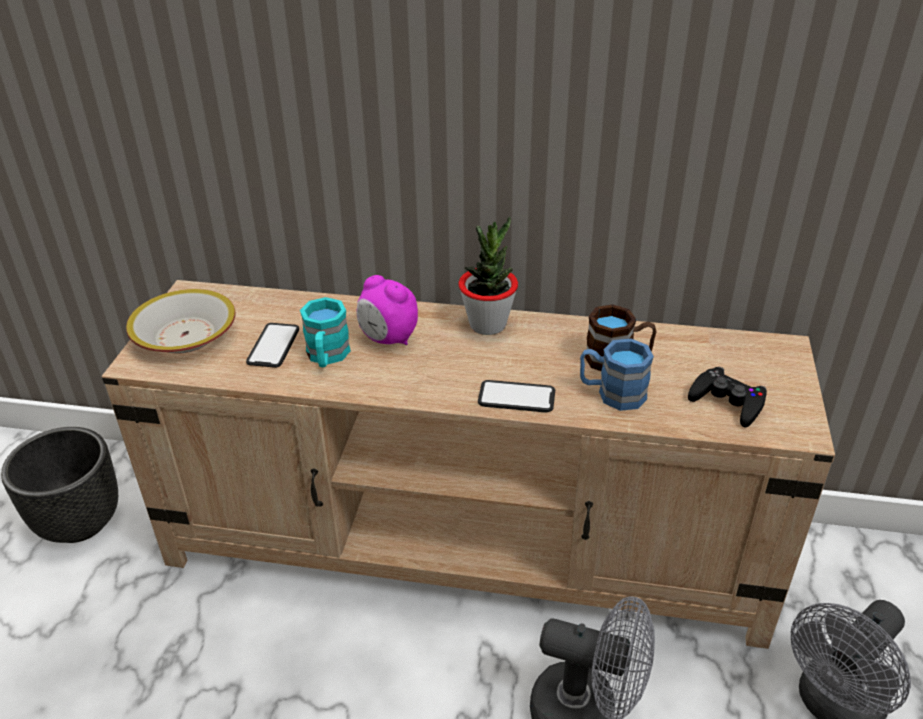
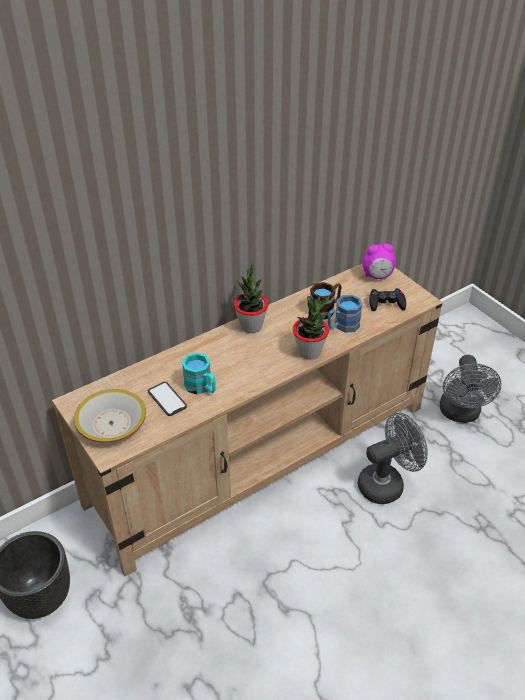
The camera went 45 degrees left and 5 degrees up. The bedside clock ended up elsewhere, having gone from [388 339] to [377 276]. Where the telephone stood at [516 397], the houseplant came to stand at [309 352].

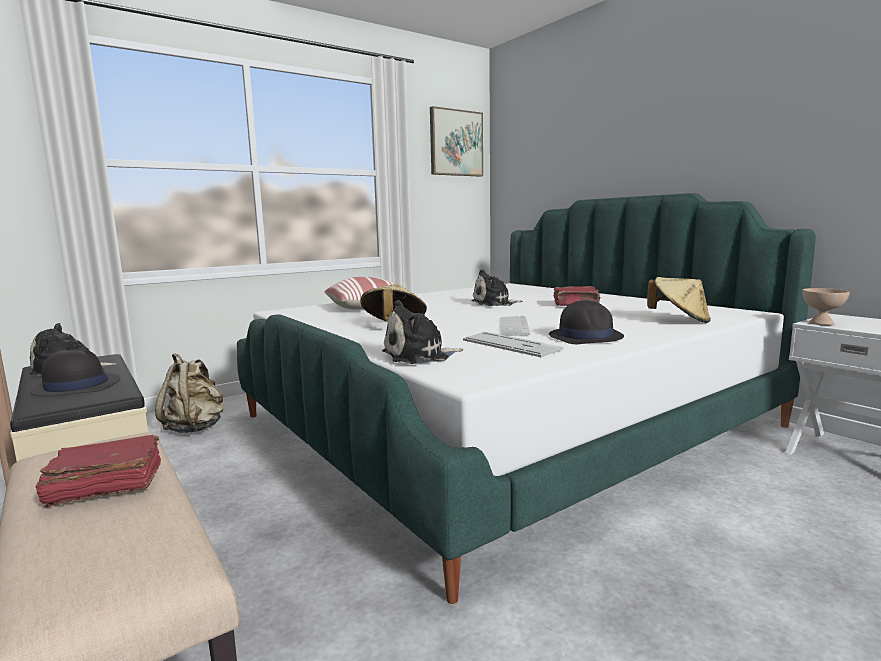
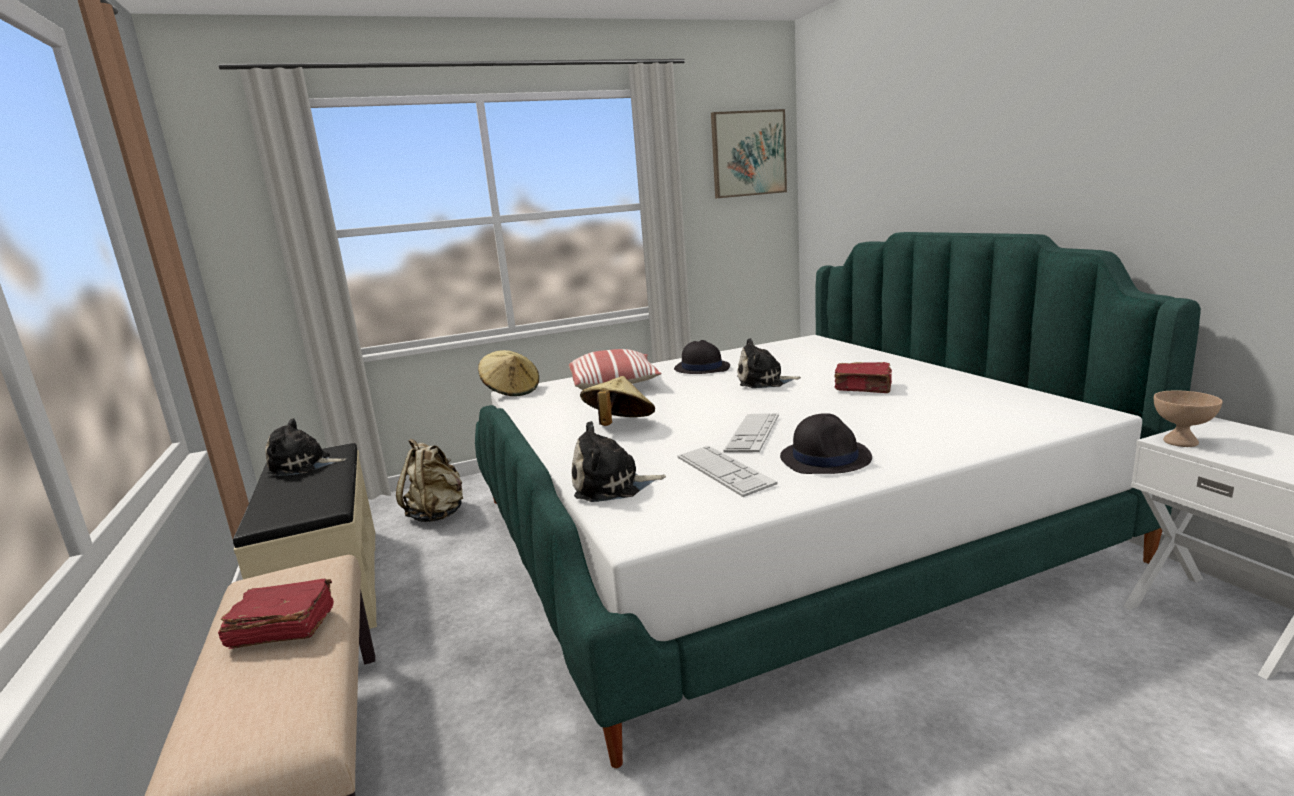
The camera went 15 degrees right and 5 degrees up. The blackish hat ended up elsewhere, having gone from [76 386] to [701 368]. The beige hat ended up elsewhere, having gone from [679 320] to [511 391].

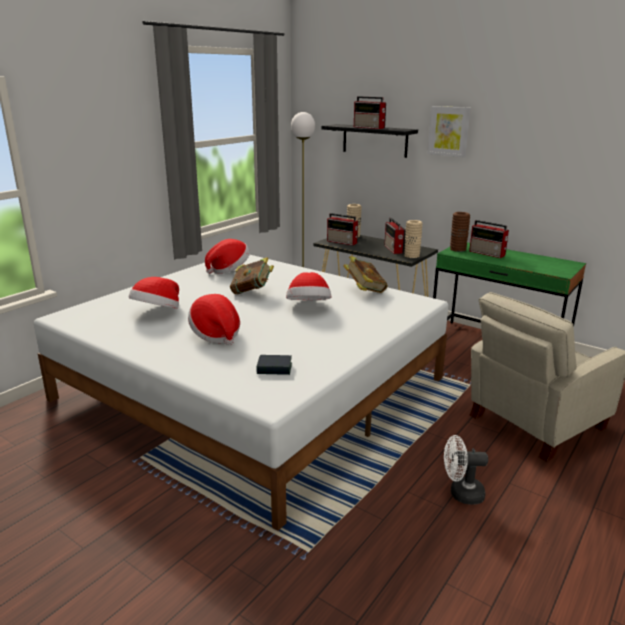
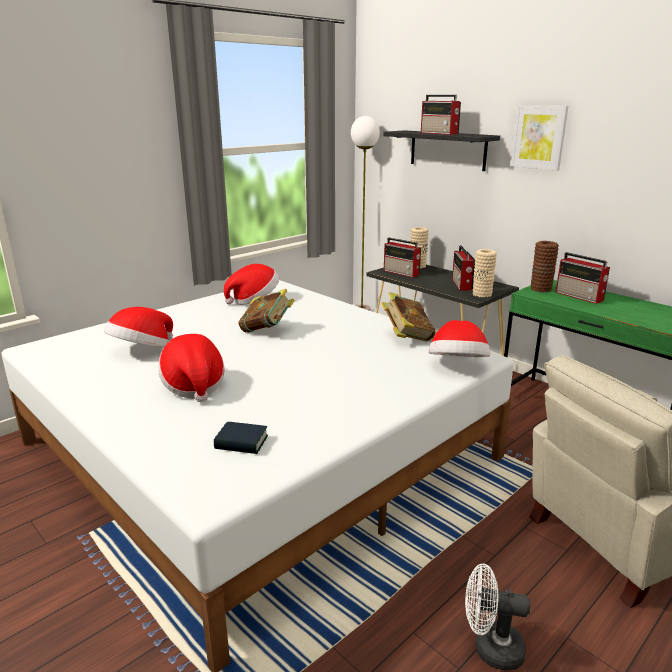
The camera went 10 degrees right and 0 degrees up. The hat ended up elsewhere, having gone from [308 307] to [457 366].

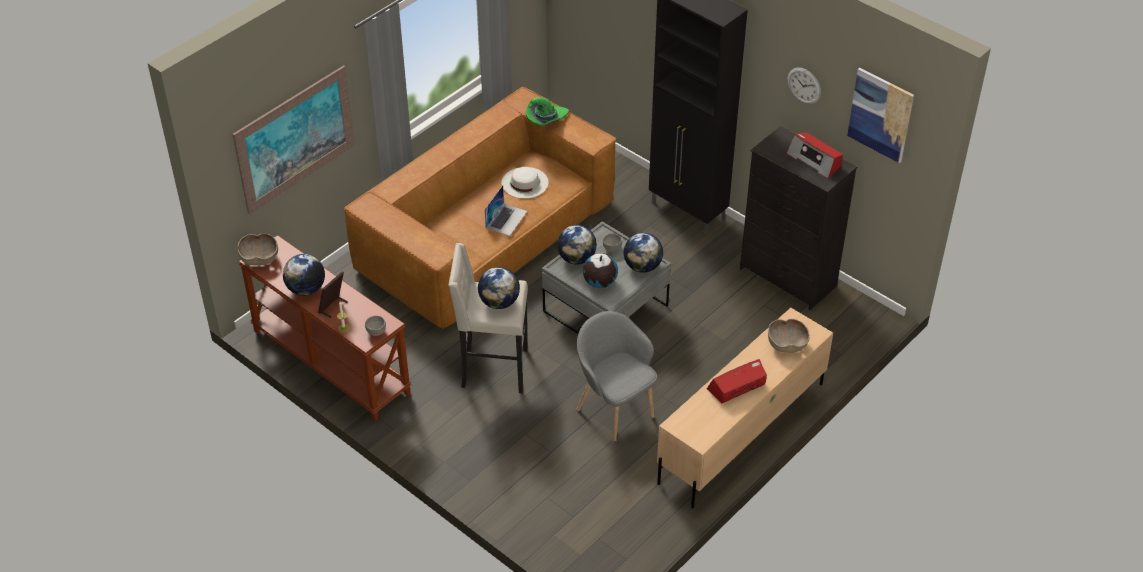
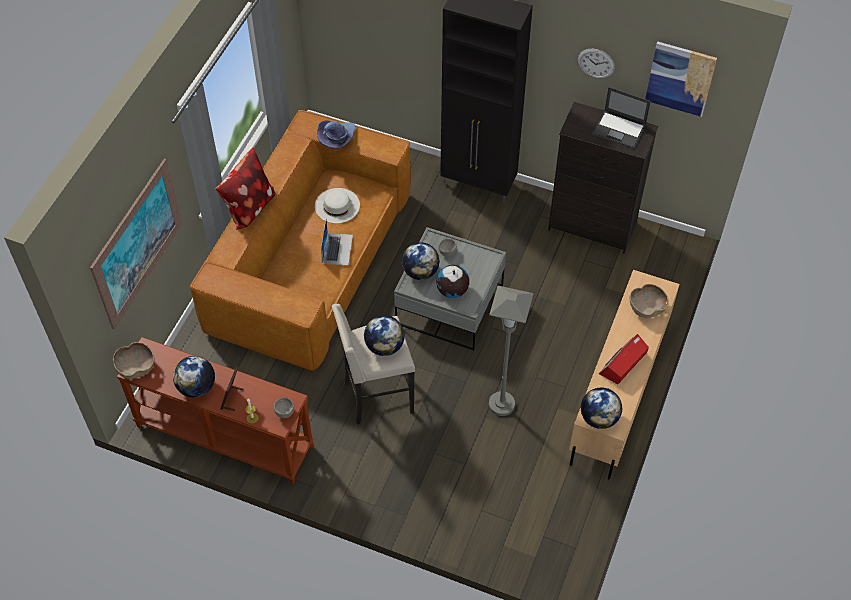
The camera went 20 degrees left and 10 degrees up. The second view gained the pillow at [249 207]. The desk globe ended up elsewhere, having gone from [642 266] to [599 418]. Where the greyish lounge chair stood at [614 410], the greyish standing lamp came to stand at [501 404]. Where the radio receiver stood at [814 160], the portable computer came to stand at [619 130]. What was the green-coloured hat at [546 118] turned into the purplish hat at [337 138].

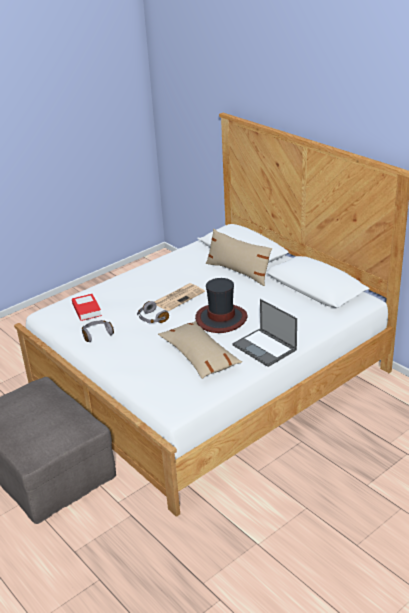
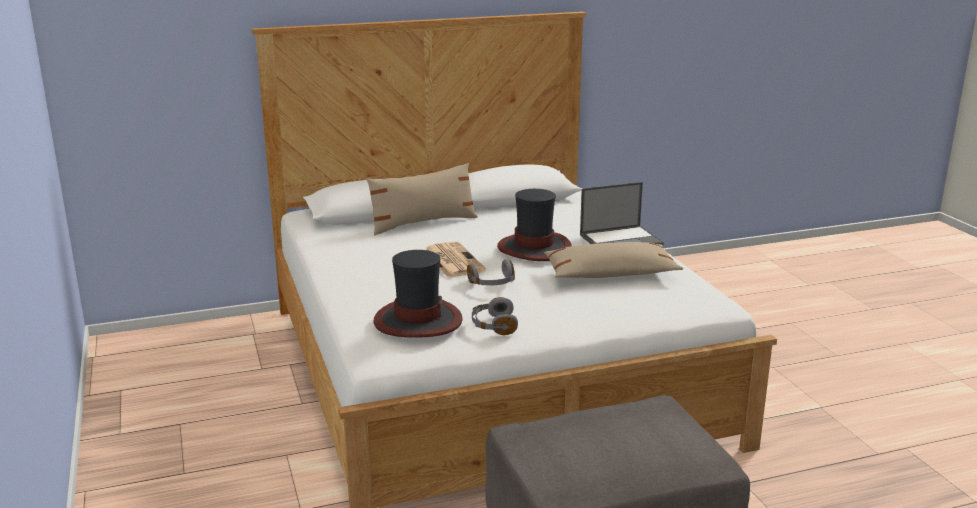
The camera went 70 degrees left and 10 degrees down. Where the bound book stood at [86 310], the hat came to stand at [417 320].

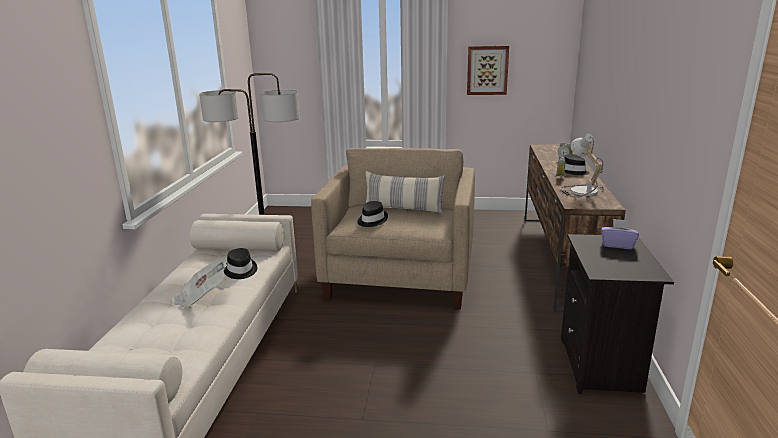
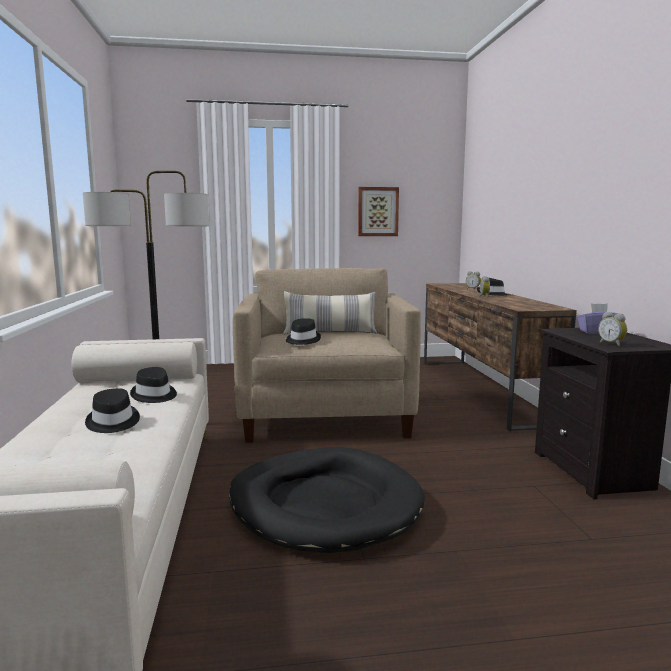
The camera went 15 degrees left and 10 degrees down. The second view lost the table lamp at [580 191]. The second view gained the blackish dog cushion at [324 504]. The second view gained the bedside clock at [612 344]. Where the daily paper stood at [201 298], the blackish hat came to stand at [112 422].

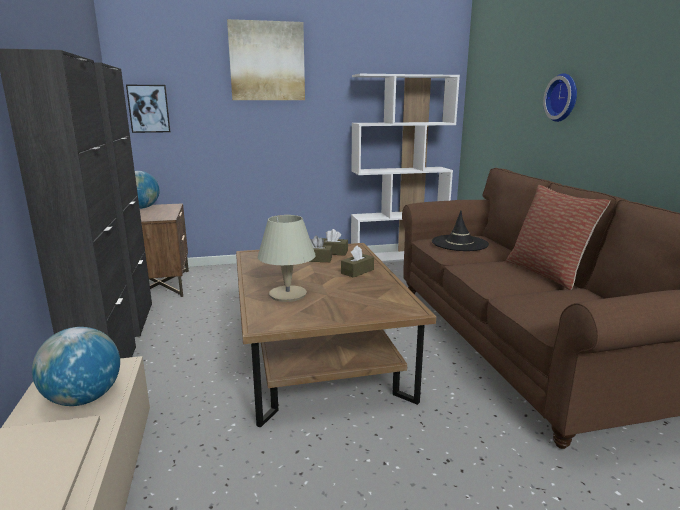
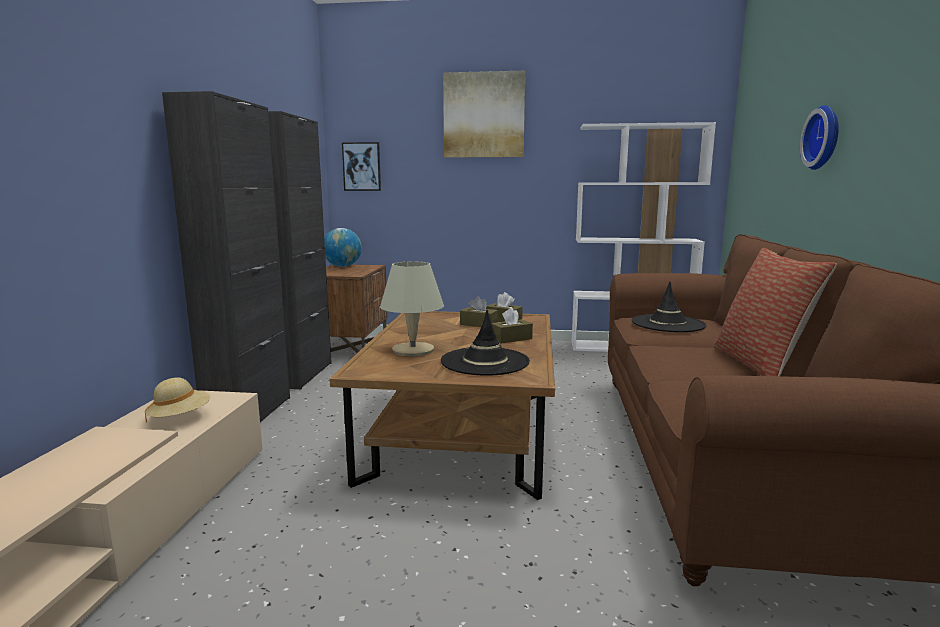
The camera went 20 degrees right and 5 degrees down. The second view gained the blackish hat at [485 362]. Where the desk globe stood at [83 398], the beige hat came to stand at [180 417].

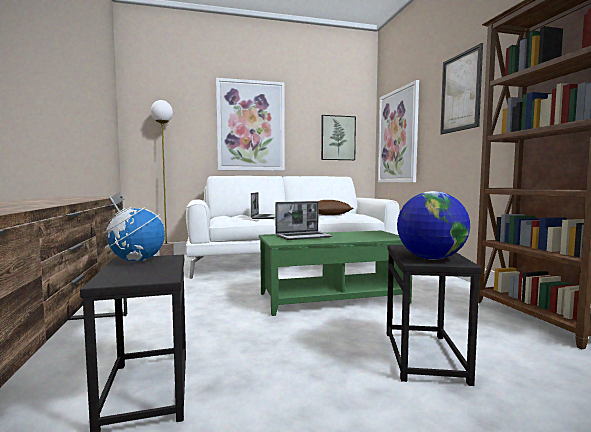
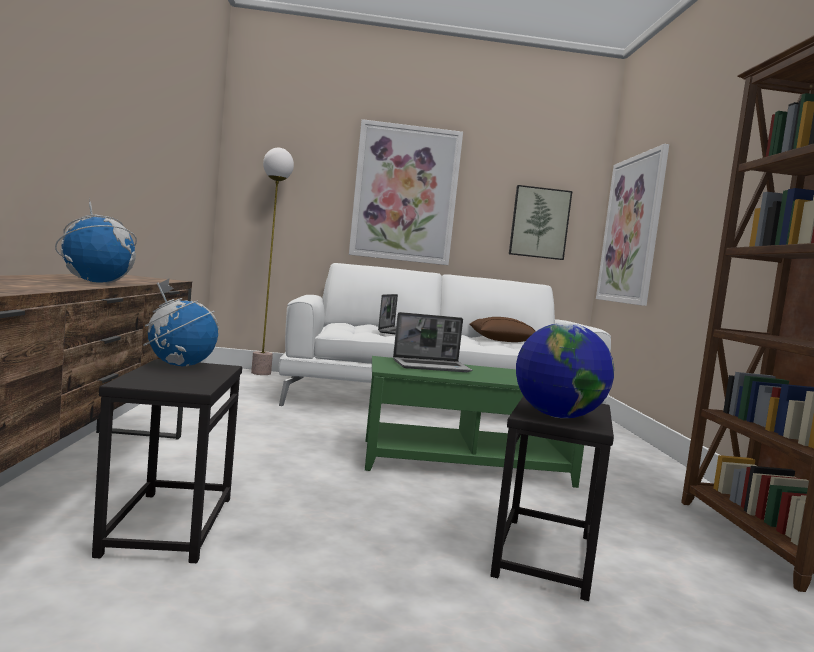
The camera went 10 degrees right and 0 degrees up. The second view lost the wall picture at [460 92]. The second view gained the desk globe at [97 282].

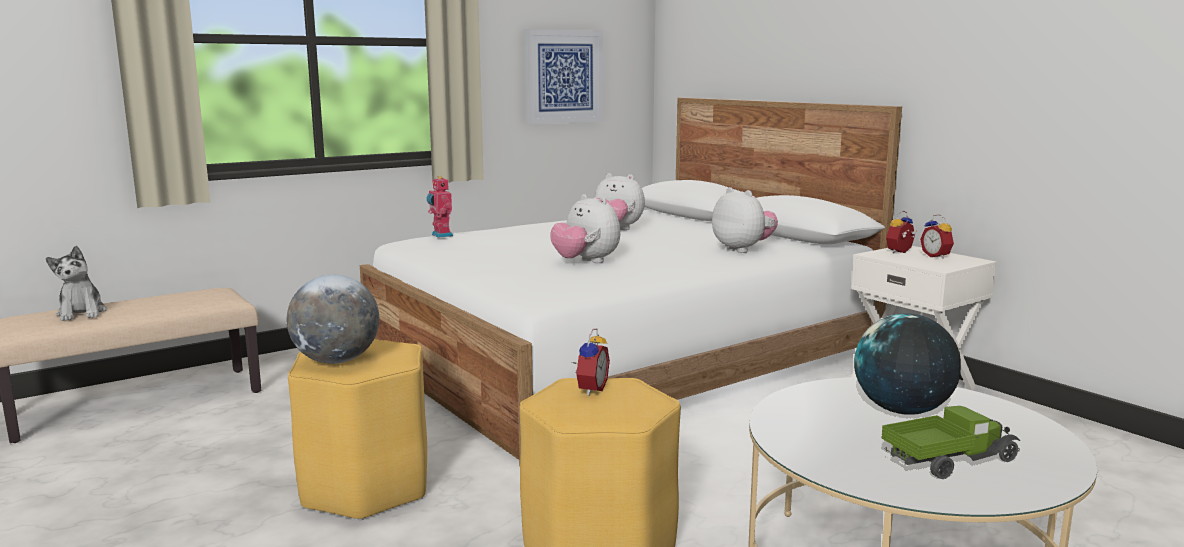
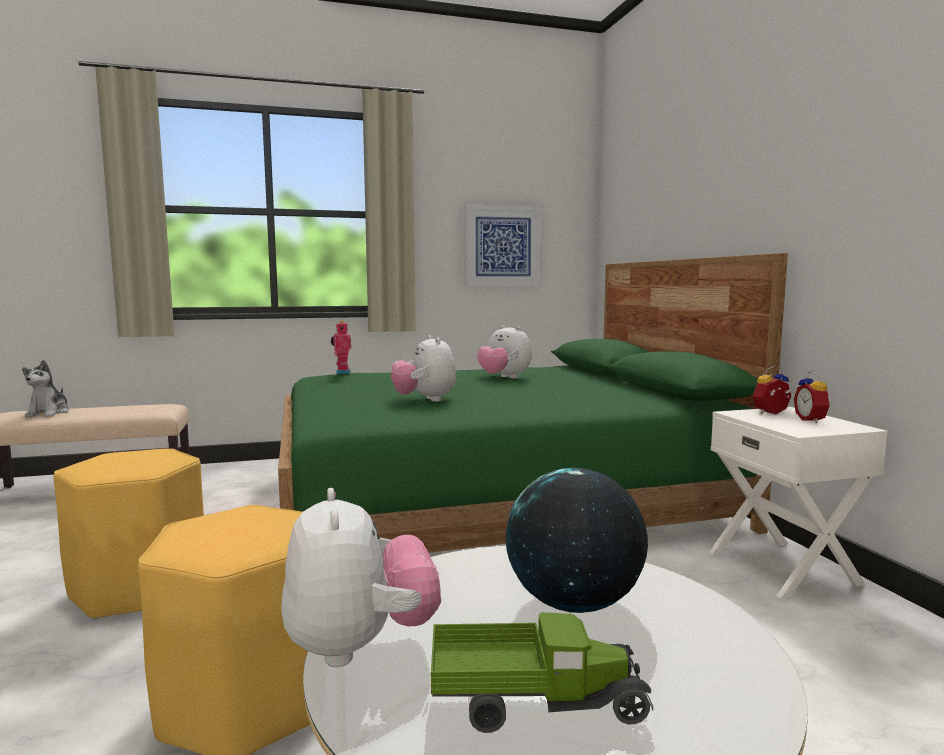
The camera went 20 degrees right and 5 degrees down. The second view lost the desk globe at [336 361]. The second view lost the bedside clock at [589 389]. The plush toy ended up elsewhere, having gone from [743 249] to [360 646]. What was the white-coloured bedroom bed at [624 357] turned into the green-coloured bedroom bed at [496 499].

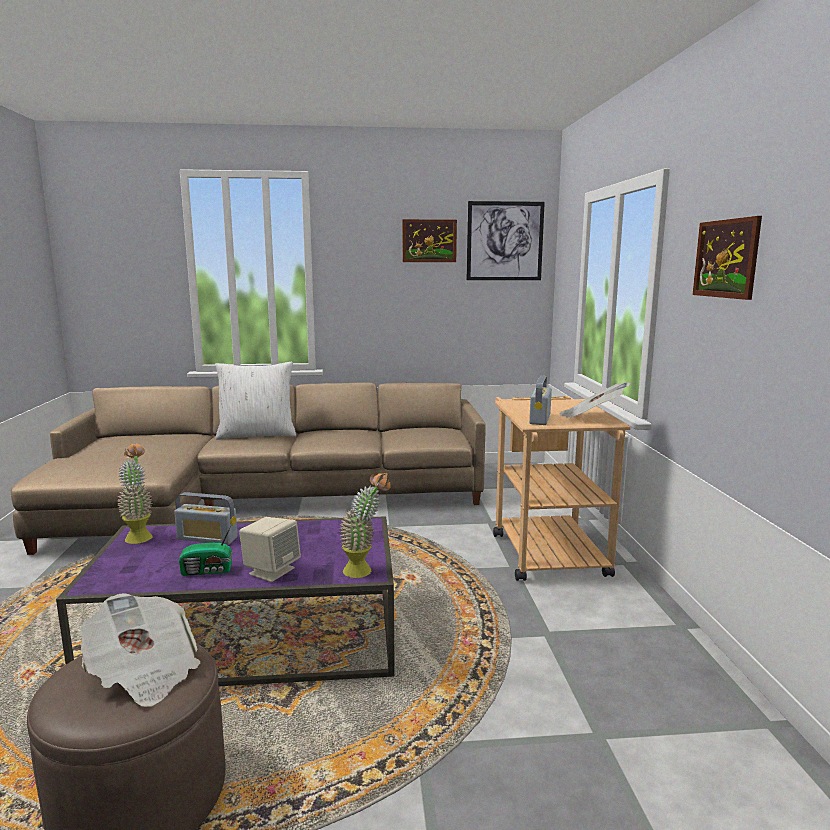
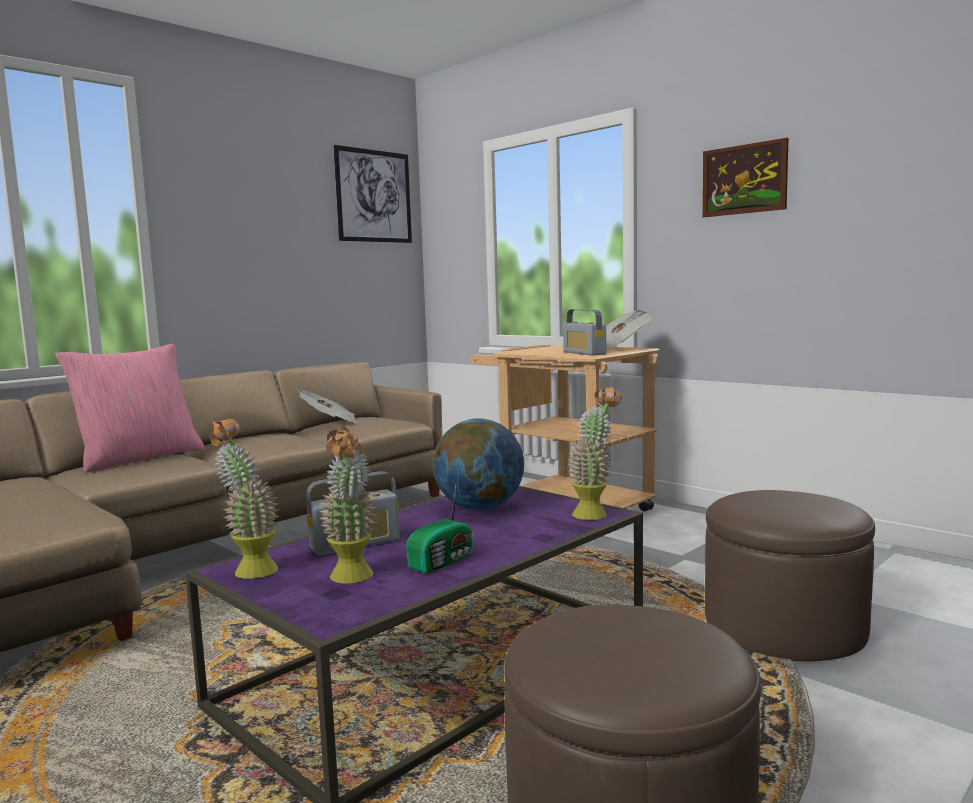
The camera went 40 degrees left and 5 degrees down. The second view lost the beige audio speaker at [271 571]. The second view lost the wall picture at [429 241]. The second view gained the houseplant at [352 579]. The second view gained the desk globe at [480 508]. The second view gained the brownish pouffe at [784 625]. The daily paper ended up elsewhere, having gone from [144 673] to [329 422]. What was the white-coloured pillow at [257 434] turned into the pink pillow at [139 458].

